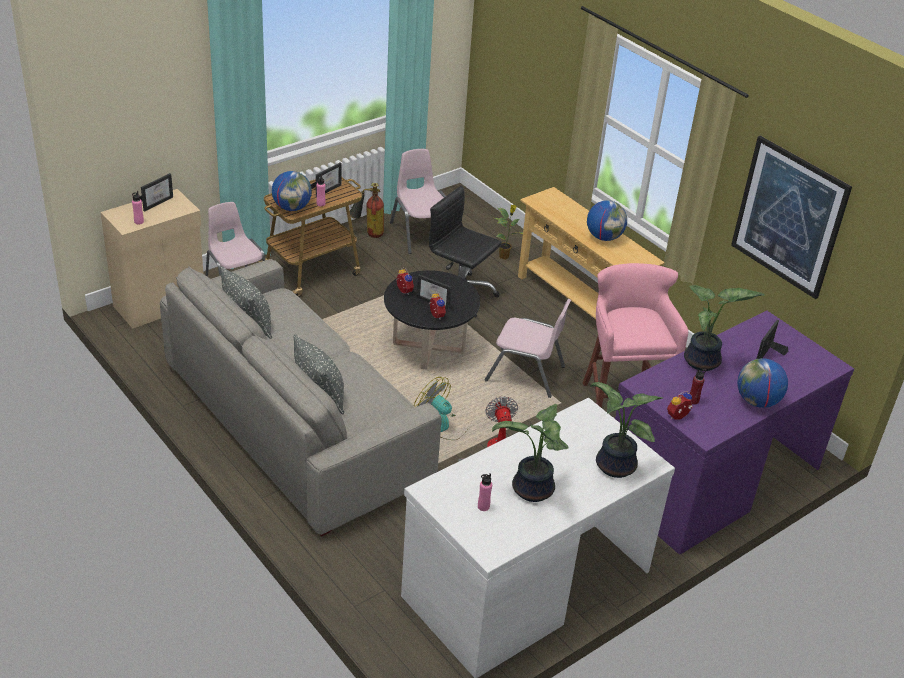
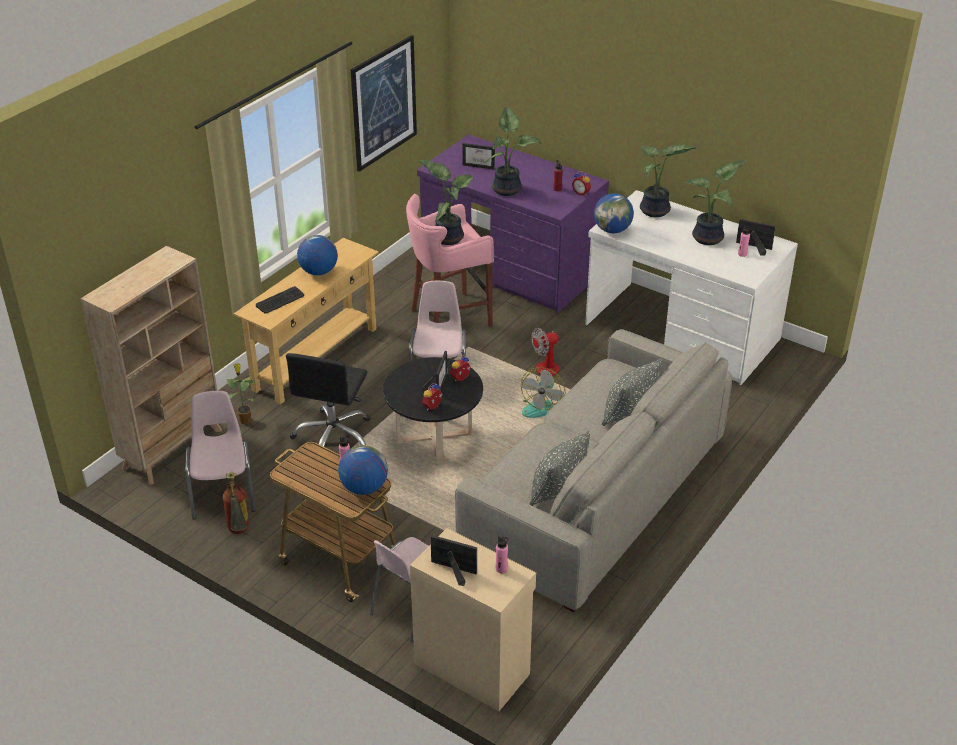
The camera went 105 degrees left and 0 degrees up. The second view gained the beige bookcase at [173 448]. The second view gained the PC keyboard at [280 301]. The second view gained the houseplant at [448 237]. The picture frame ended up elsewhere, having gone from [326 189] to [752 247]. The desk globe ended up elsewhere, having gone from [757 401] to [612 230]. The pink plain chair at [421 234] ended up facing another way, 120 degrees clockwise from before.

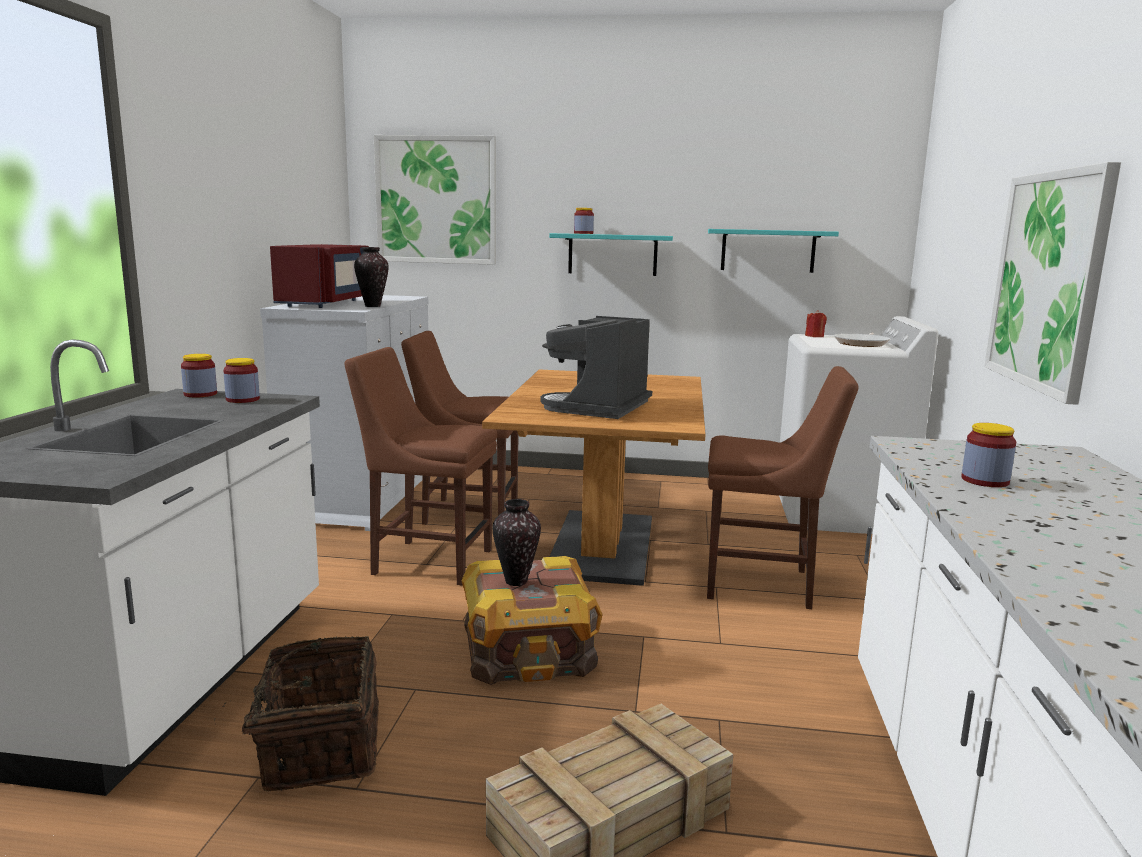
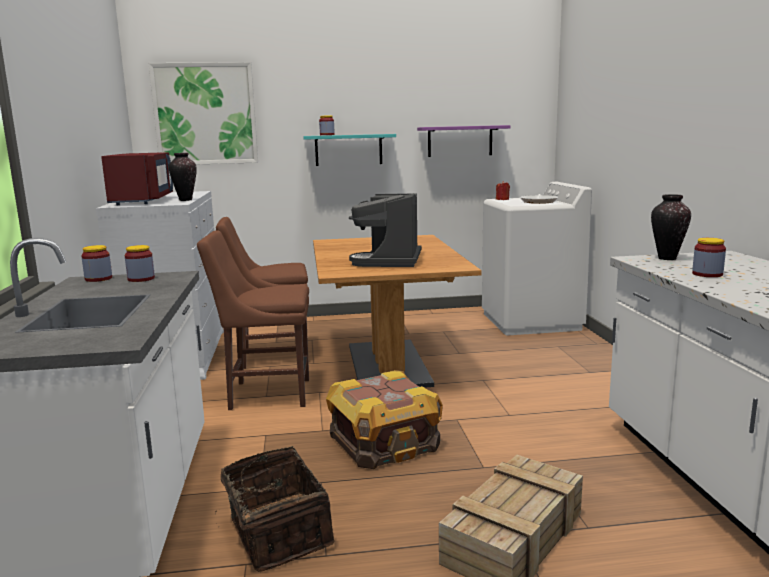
The camera went 15 degrees left and 0 degrees up. The second view lost the brownish plain chair at [765 585]. The second view lost the wall picture at [1047 280]. The vase ended up elsewhere, having gone from [516 581] to [667 258]. What was the turquoise-coloured bracket shelf at [768 250] turned into the purplish bracket shelf at [460 141].

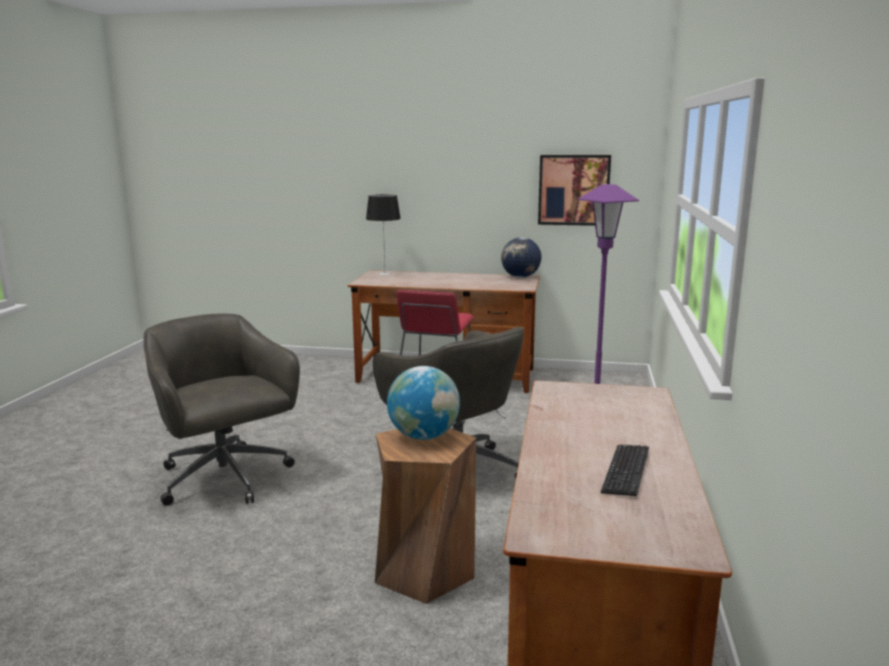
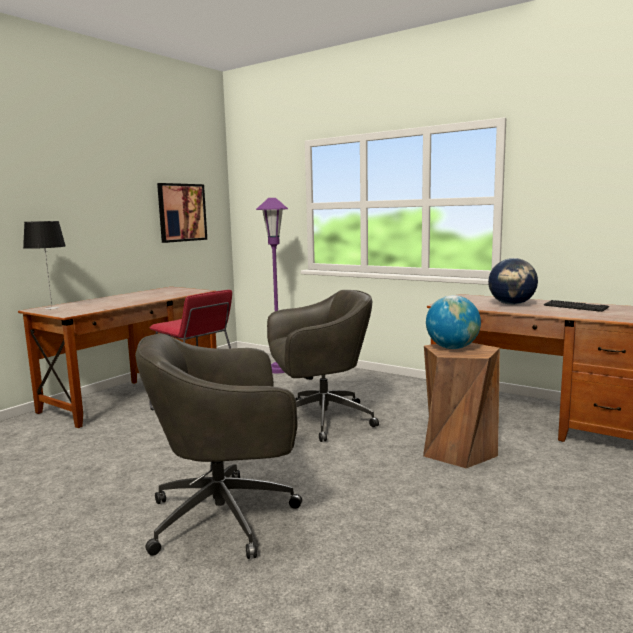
The camera went 65 degrees left and 5 degrees down. The desk globe ended up elsewhere, having gone from [520 277] to [512 304].

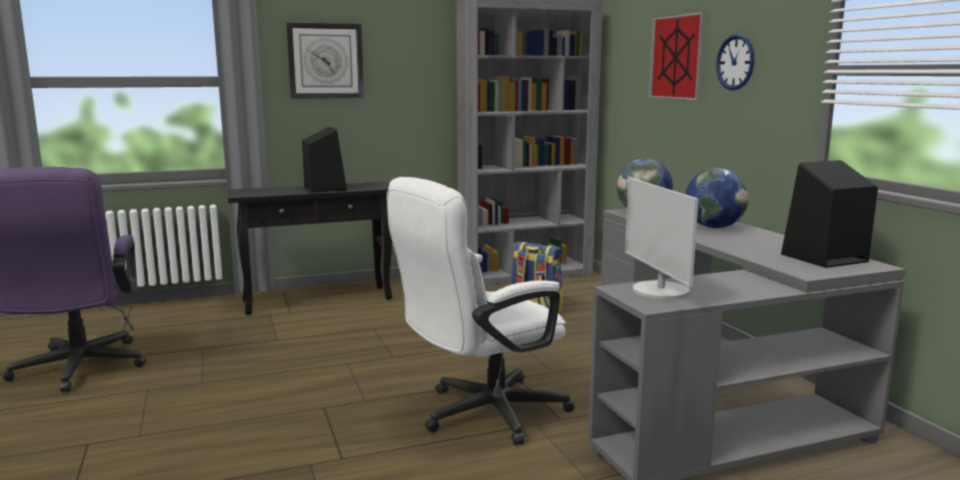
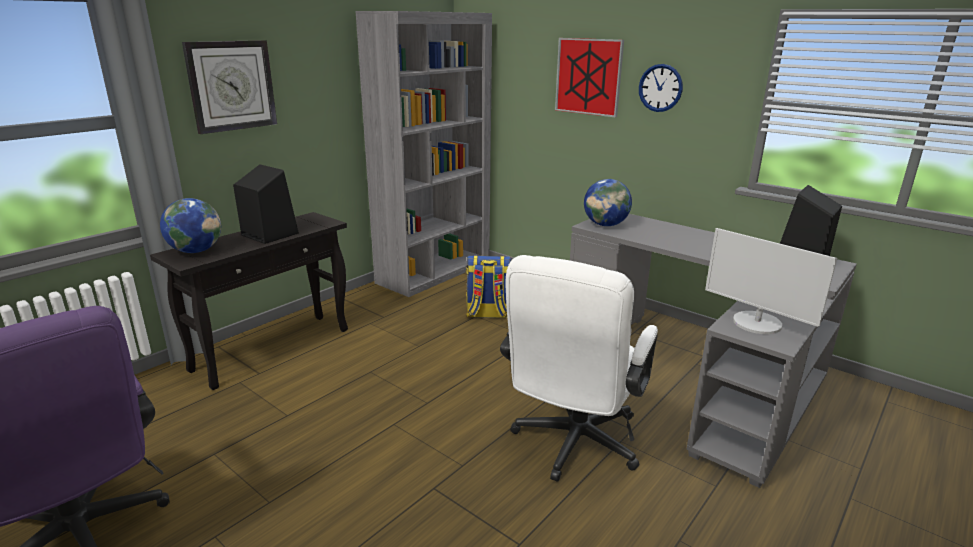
The camera went 30 degrees left and 10 degrees up. The desk globe ended up elsewhere, having gone from [714 227] to [196 251].

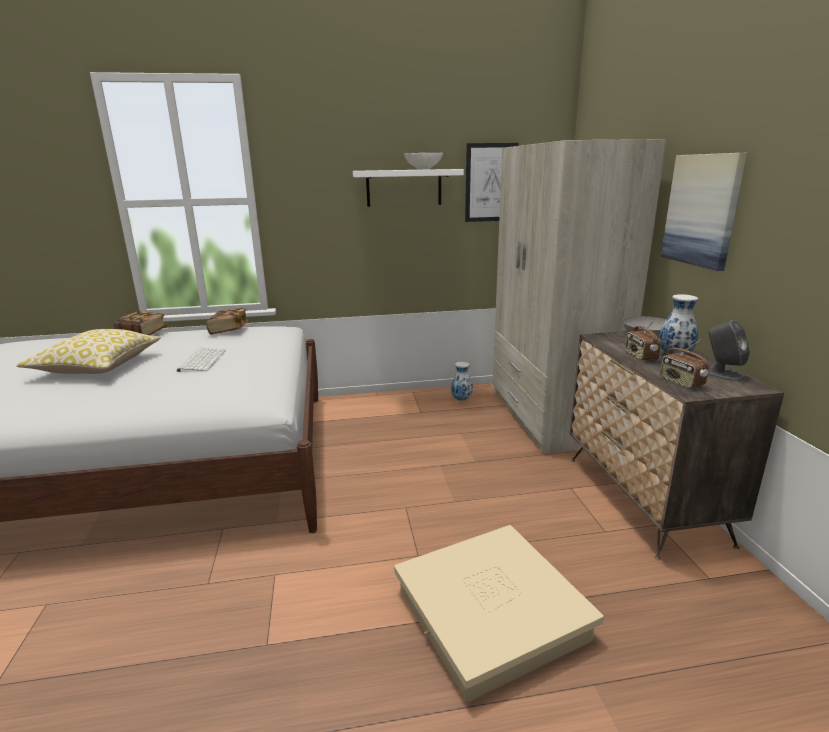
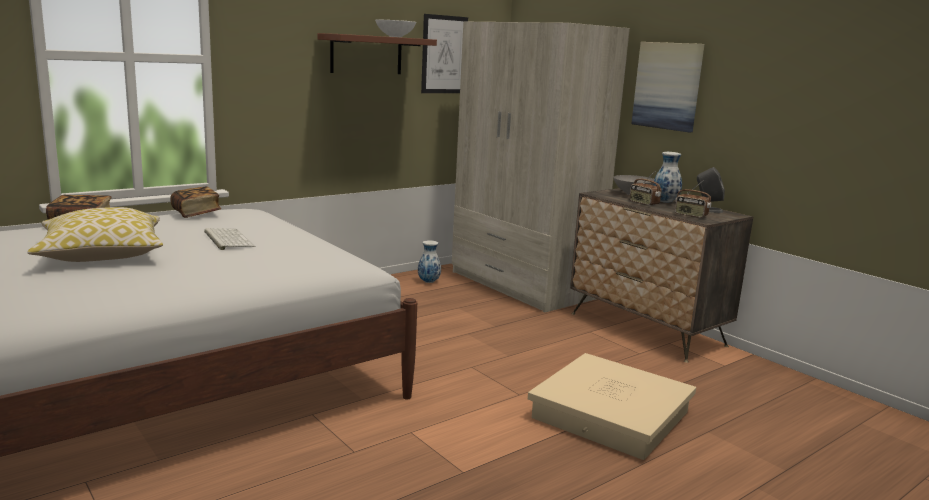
The camera went 30 degrees left and 5 degrees down. What was the white-coloured bracket shelf at [404 187] turned into the brownish bracket shelf at [366 54].

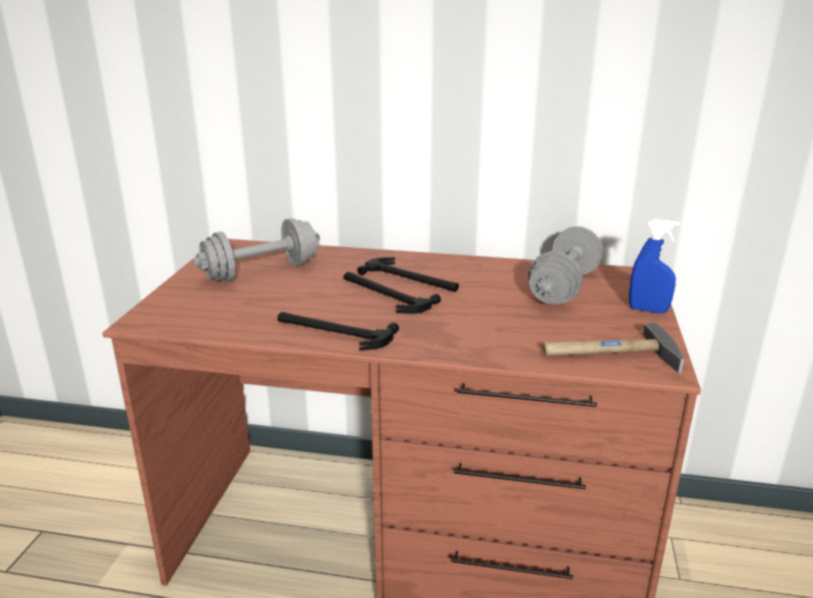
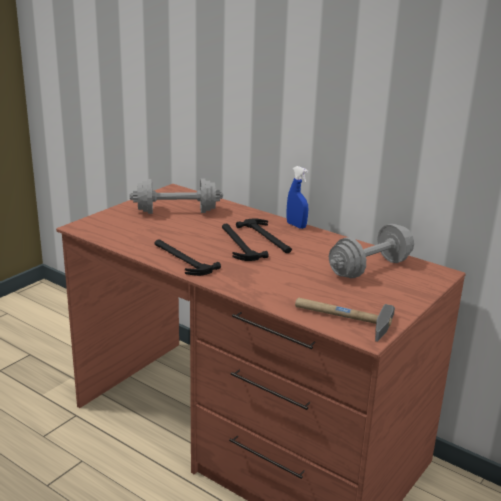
The camera went 25 degrees right and 0 degrees up. The bluish spray bottle ended up elsewhere, having gone from [648 310] to [296 225].

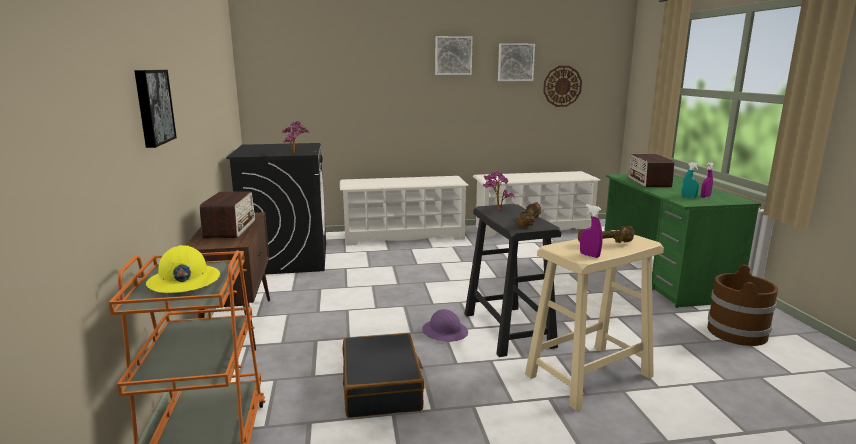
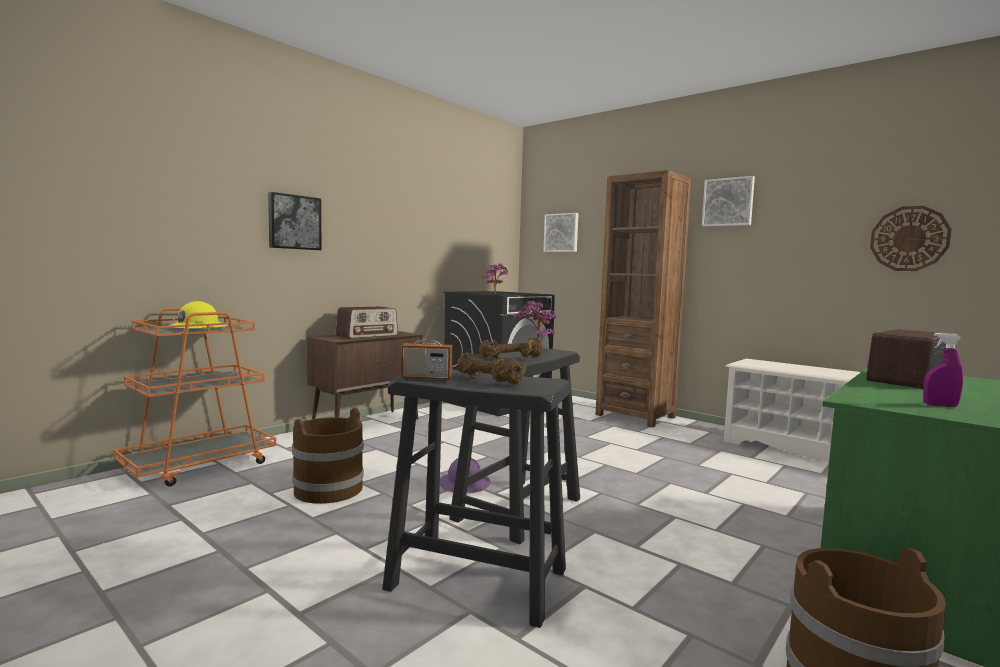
The camera went 50 degrees right and 10 degrees down. The second view lost the turquoise-coloured spray bottle at [688 197]. The wall picture ended up elsewhere, having gone from [515 62] to [561 233]. Where the white-coloured shoe shelf stood at [404 236], the brownish bookcase came to stand at [635 416]. Where the blackish piece of luggage stood at [382 387], the brownish water bucket came to stand at [328 489]. Where the purplish spray bottle stood at [589 255], the radio receiver came to stand at [426 378]. What was the beige sitting stool at [589 375] turned into the blackish sitting stool at [478 579].

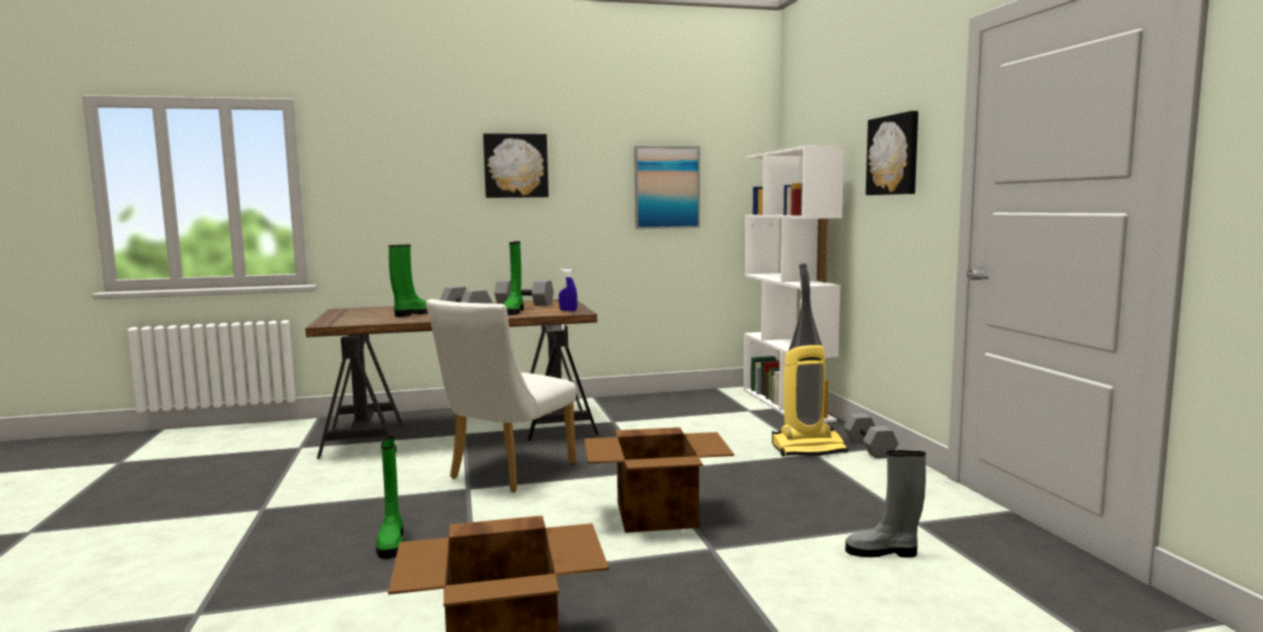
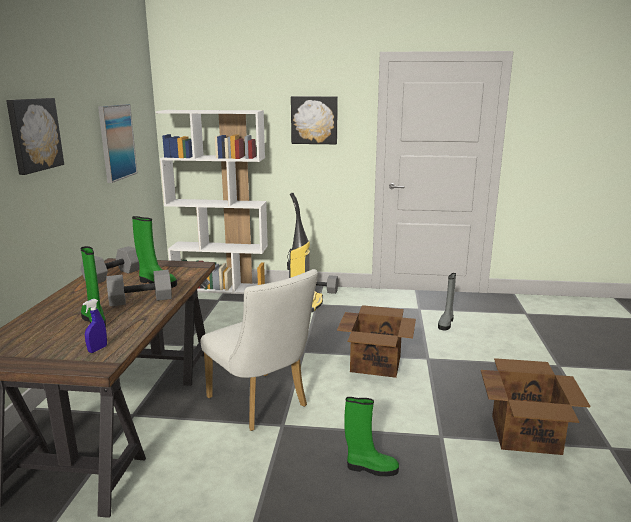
The camera went 70 degrees left and 10 degrees up. The bluish spray bottle ended up elsewhere, having gone from [568 310] to [97 349].

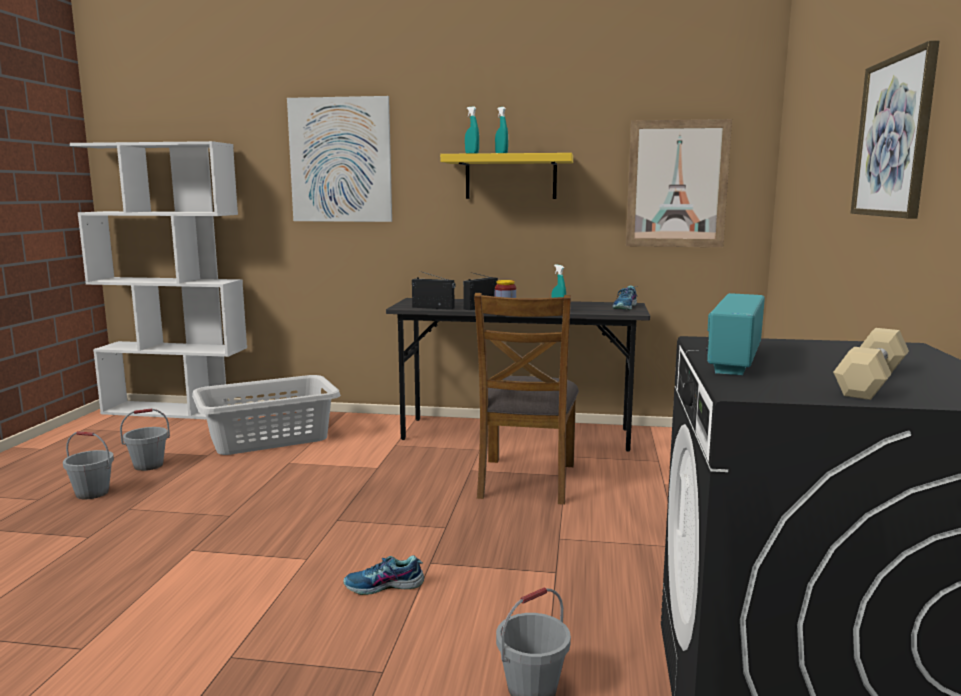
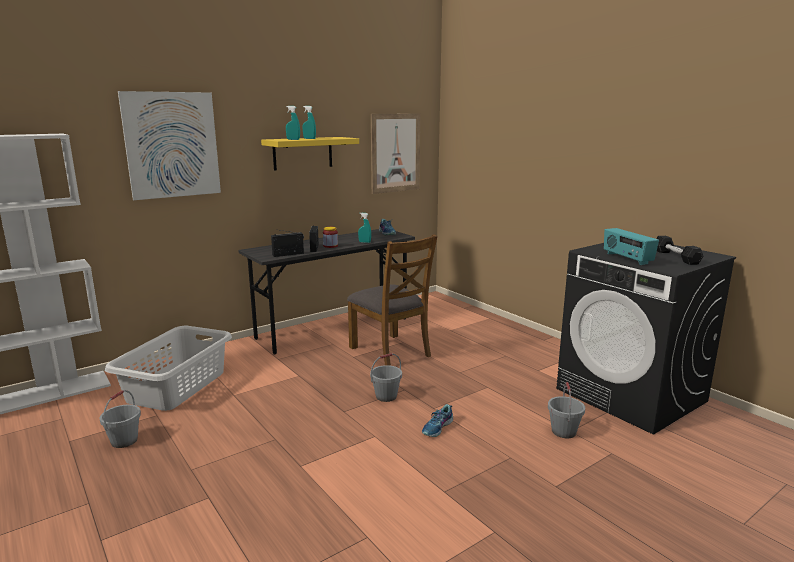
The camera went 45 degrees left and 5 degrees up. The second view lost the wall picture at [894 137]. The greyish water bucket ended up elsewhere, having gone from [93 493] to [386 396]. What was the beige dumbbell at [871 381] turned into the blackish dumbbell at [675 257].

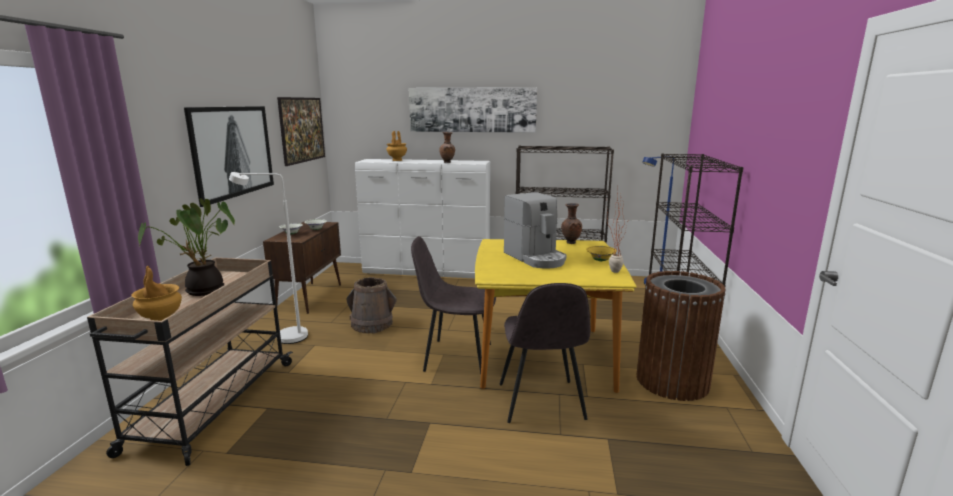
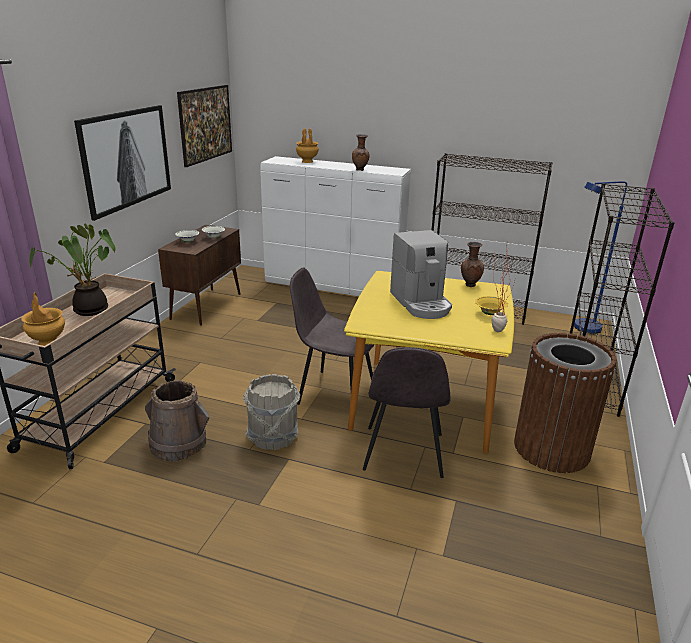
The camera went 10 degrees right and 10 degrees up. The second view lost the white-coloured standing lamp at [284 337]. The second view lost the wall picture at [472 110]. The second view gained the greyish water bucket at [273 437]. The brownish water bucket ended up elsewhere, having gone from [372 325] to [178 443].

